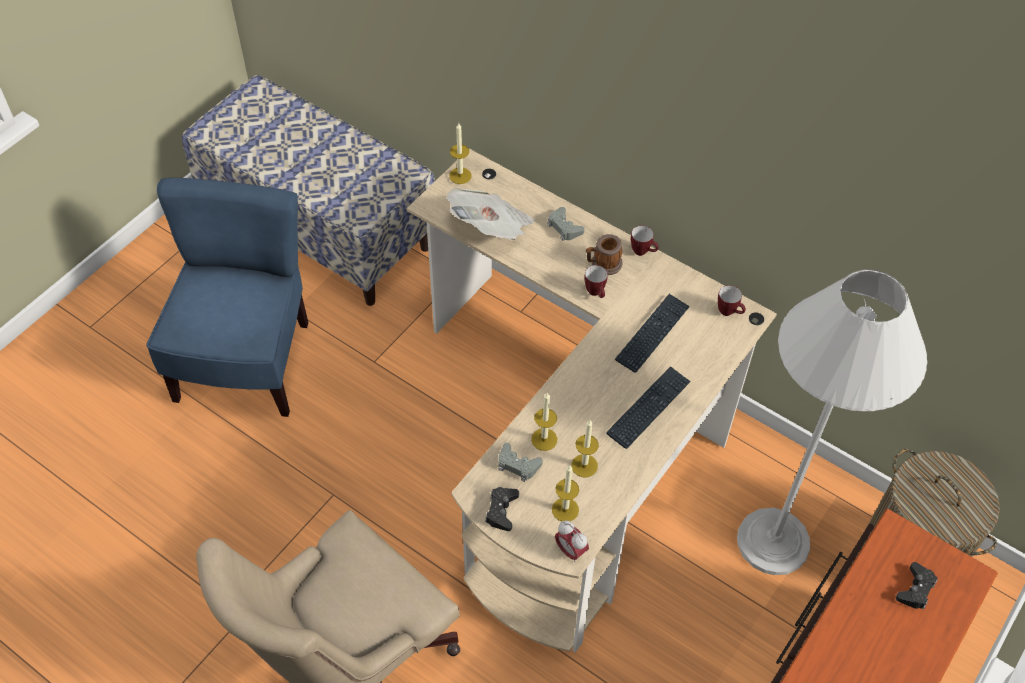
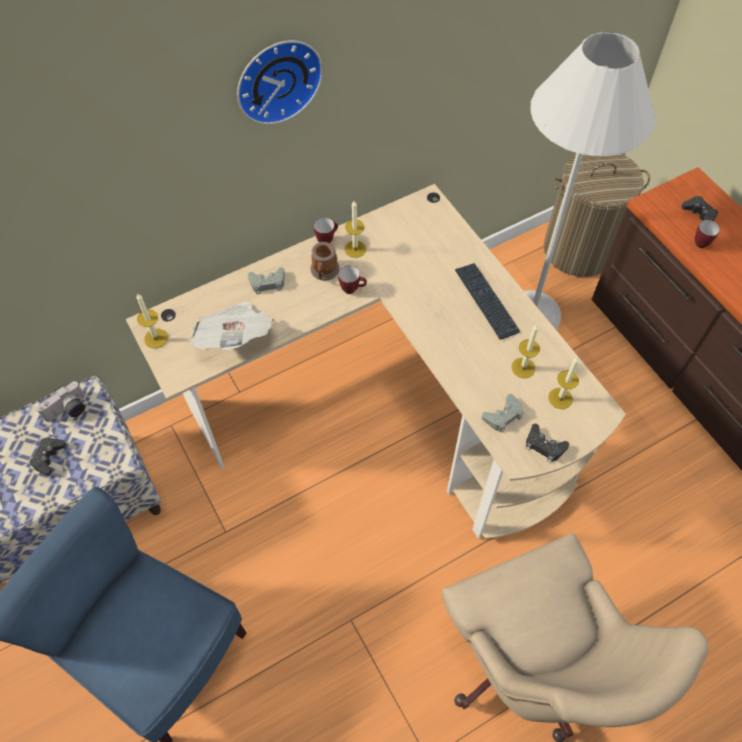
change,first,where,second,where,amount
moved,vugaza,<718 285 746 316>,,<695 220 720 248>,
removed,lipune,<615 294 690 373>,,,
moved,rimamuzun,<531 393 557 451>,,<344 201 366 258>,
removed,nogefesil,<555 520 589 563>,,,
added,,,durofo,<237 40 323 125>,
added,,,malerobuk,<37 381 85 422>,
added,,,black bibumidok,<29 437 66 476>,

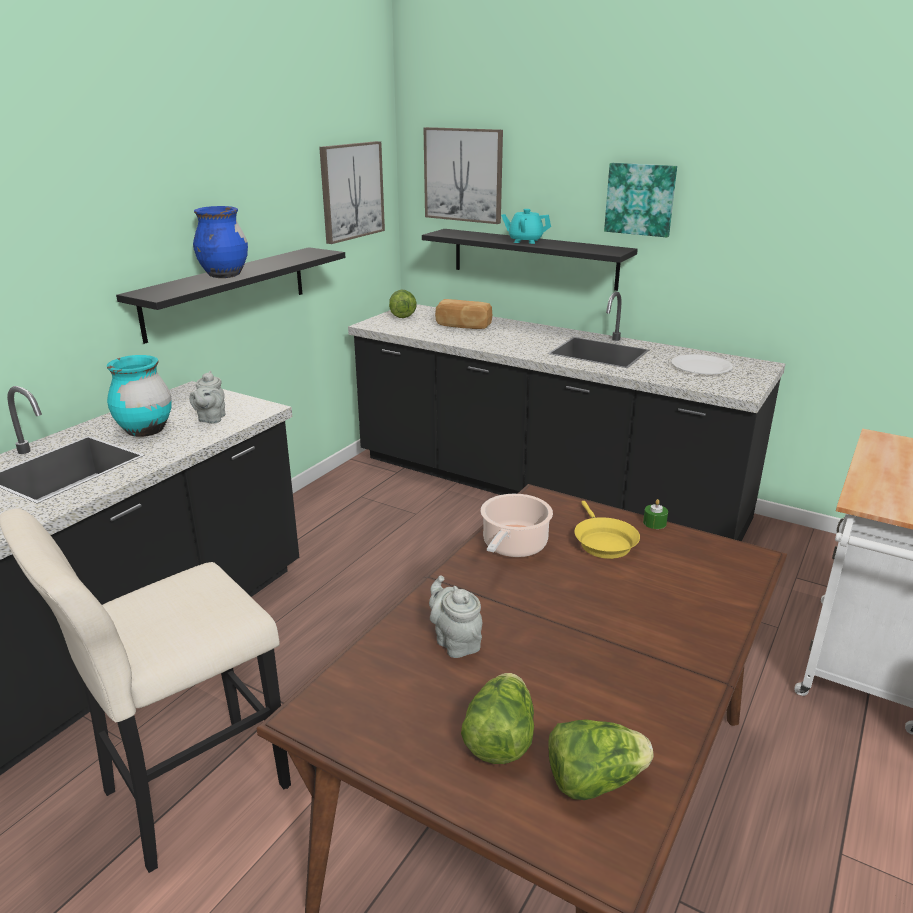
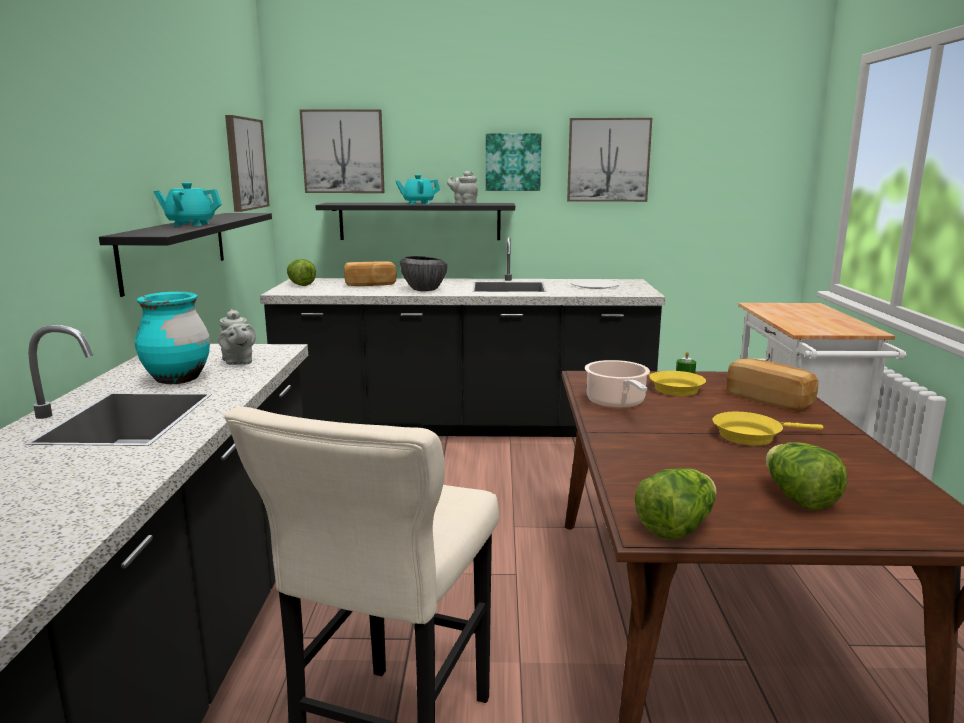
change,first,where,second,where,amount
replaced,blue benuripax,<193 206 248 278>,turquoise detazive,<153 182 222 226>,
moved,grey detazive,<429 575 482 658>,,<447 171 478 204>,
moved,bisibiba,<549 719 653 800>,,<634 468 717 540>,
added,,,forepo,<567 118 652 202>,
added,,,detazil,<400 256 447 291>,
added,,,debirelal,<727 359 818 412>,
added,,,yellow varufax,<713 412 823 446>,

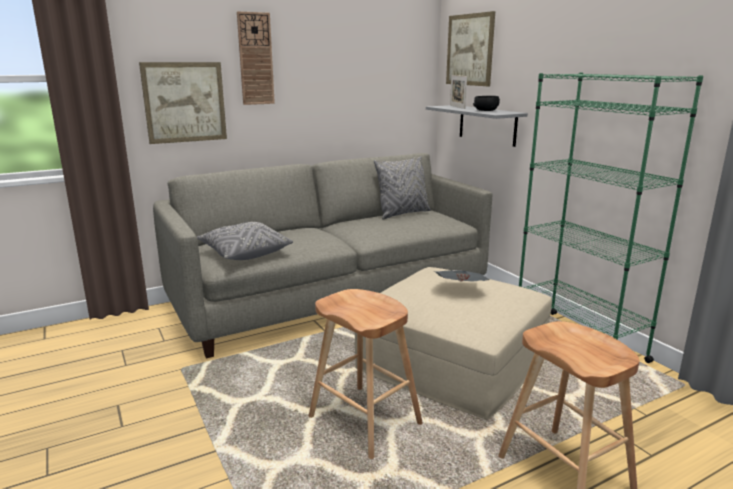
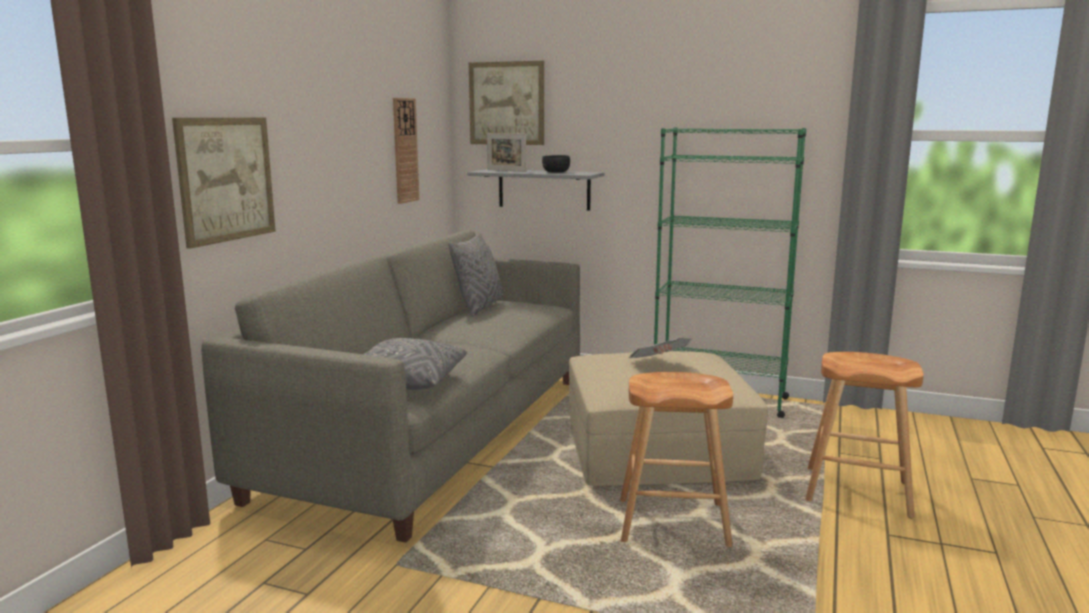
change,first,where,second,where,amount
moved,durofo,<237 11 275 105>,,<393 98 419 204>,

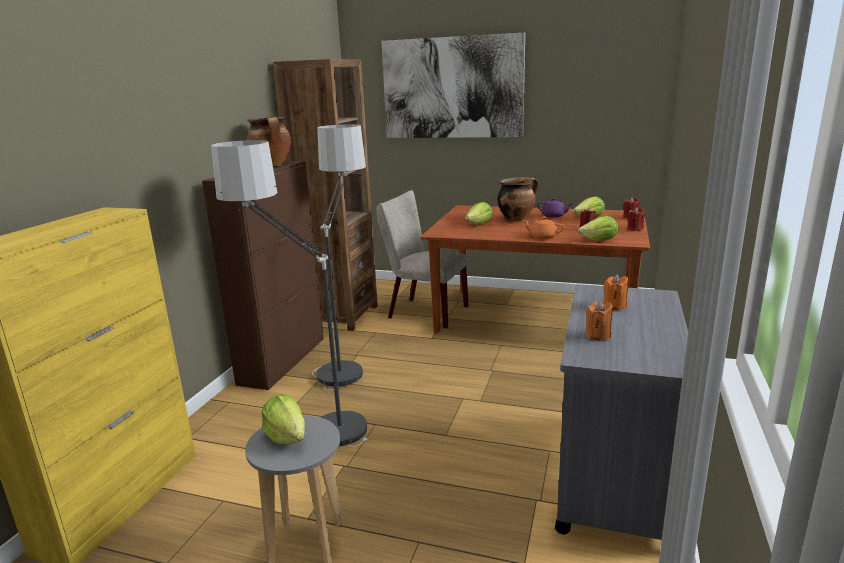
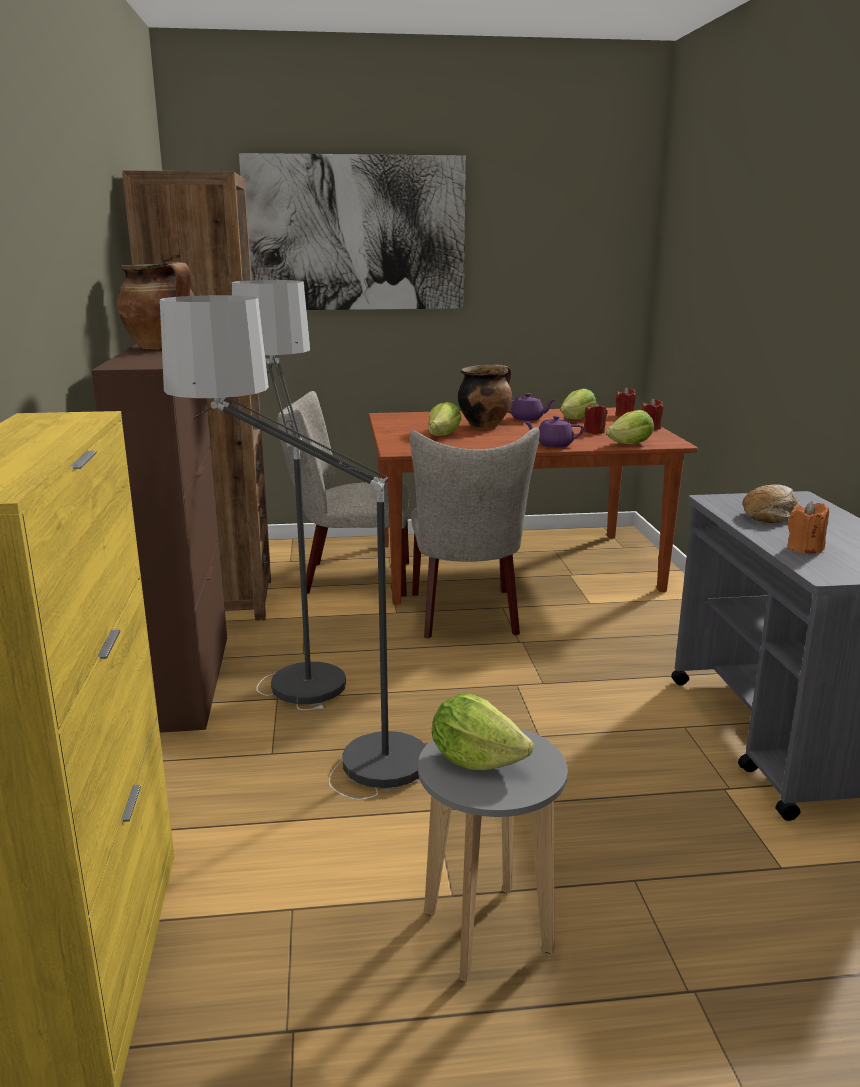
change,first,where,second,where,amount
recoloured,orange detazive,<523 217 564 239>,purple detazive,<524 416 584 448>,
replaced,orange rimamuzun,<603 274 628 310>,debirelal,<742 484 800 523>,
added,,,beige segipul,<410 427 540 639>,

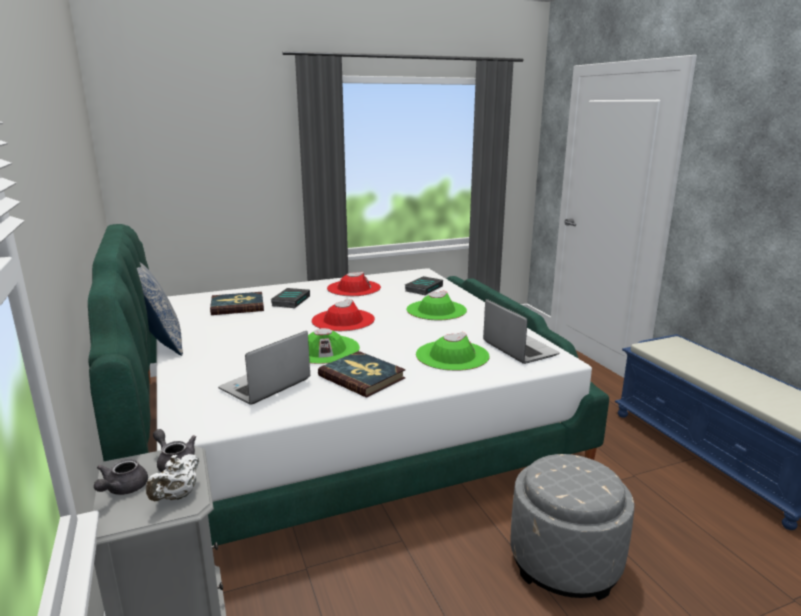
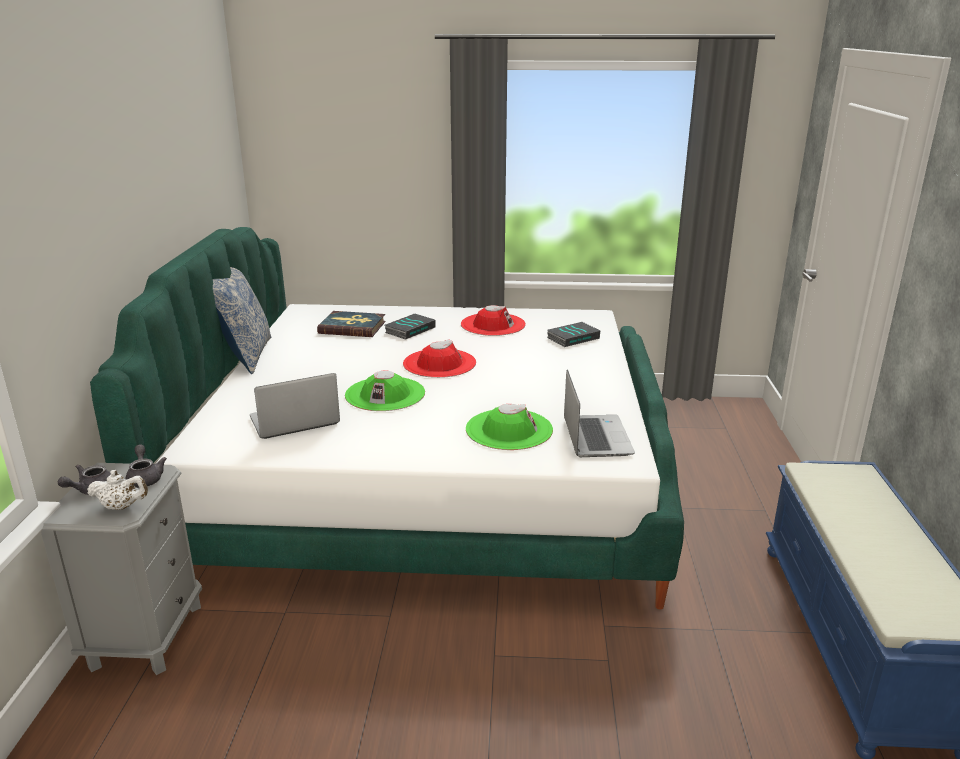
change,first,where,second,where,amount
removed,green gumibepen,<406 291 467 320>,,,
removed,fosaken,<318 351 405 397>,,,
turned,white detazive,<146 454 199 501>,,<87 470 148 510>,135 degrees counterclockwise
removed,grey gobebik,<510 454 634 600>,,,

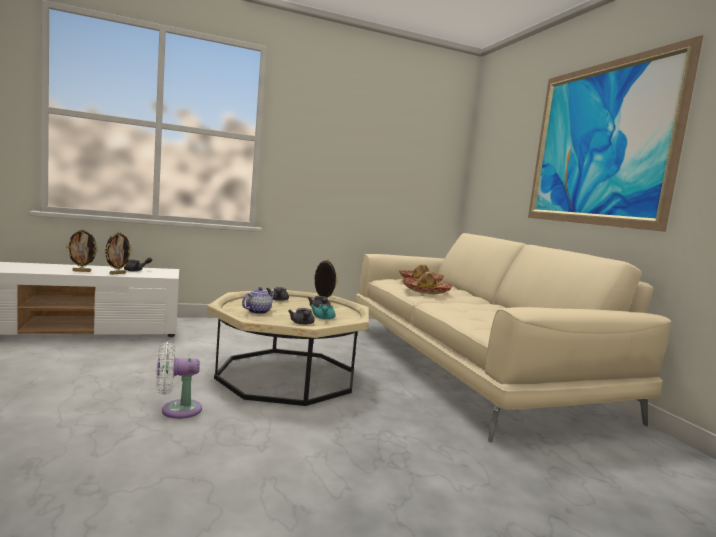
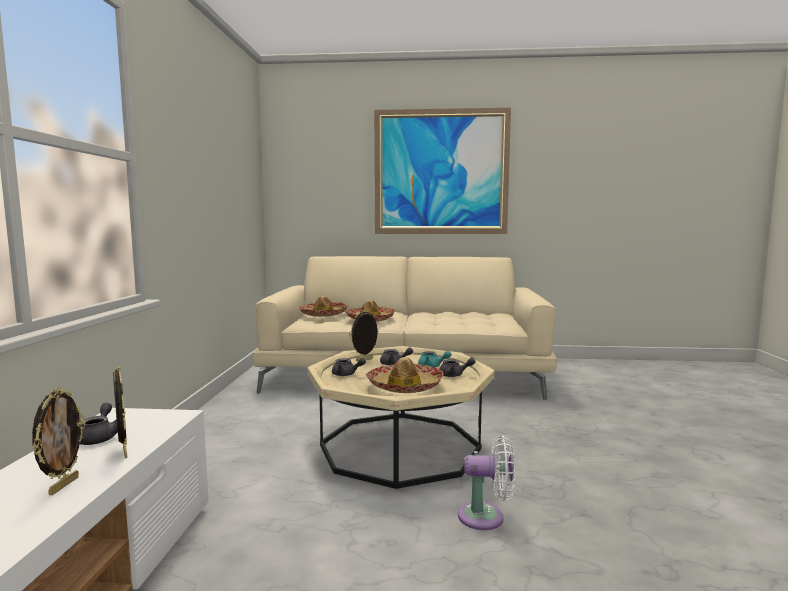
change,first,where,second,where,amount
replaced,detazive,<242 287 275 314>,gumibepen,<366 357 444 393>,
turned,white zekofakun,<156 341 202 419>,,<458 435 515 530>,90 degrees counterclockwise

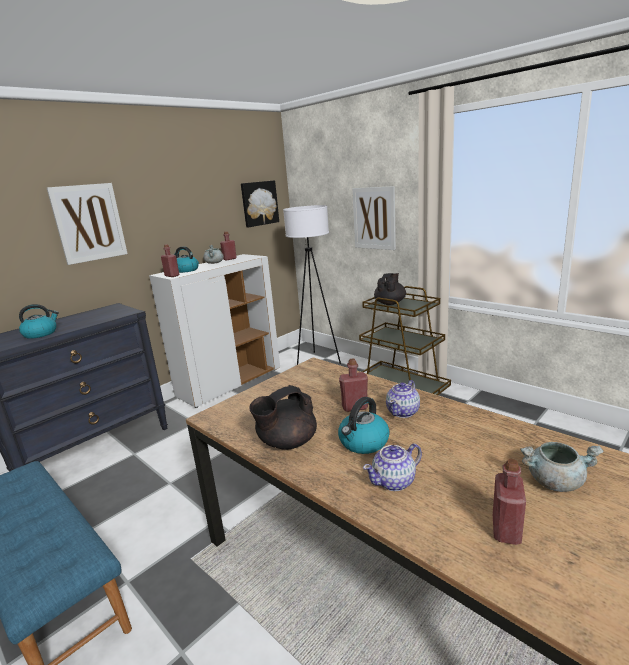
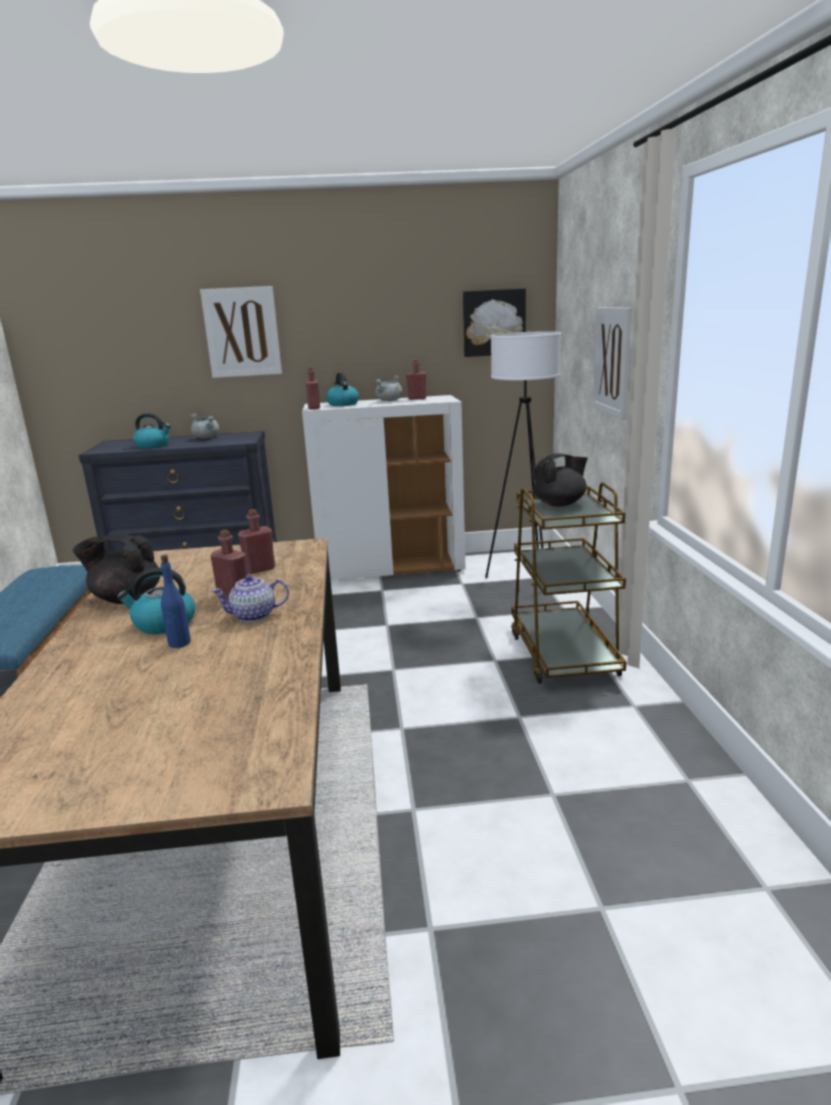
change,first,where,second,where,amount
moved,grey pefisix,<520 442 604 492>,,<190 413 219 438>,
removed,detazive,<363 444 422 491>,,,
moved,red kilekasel,<493 459 526 545>,,<238 509 275 574>,
added,,,blue kilekasel,<161 555 191 648>,

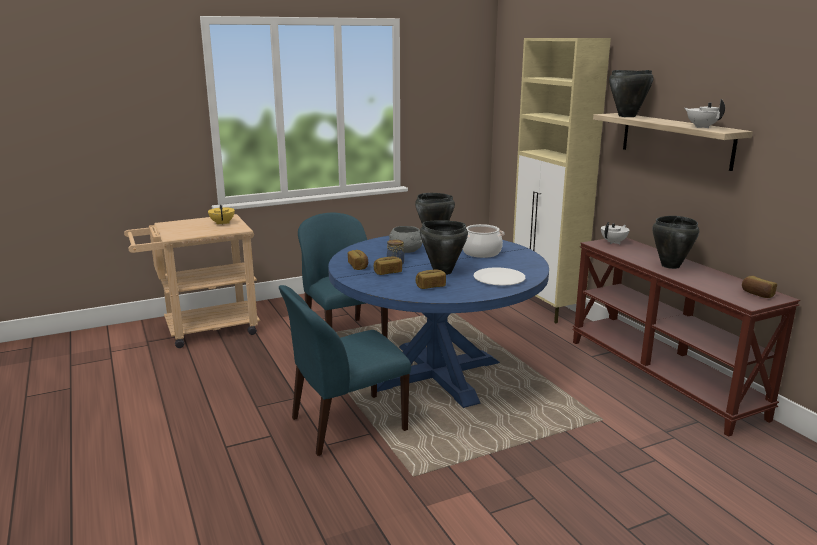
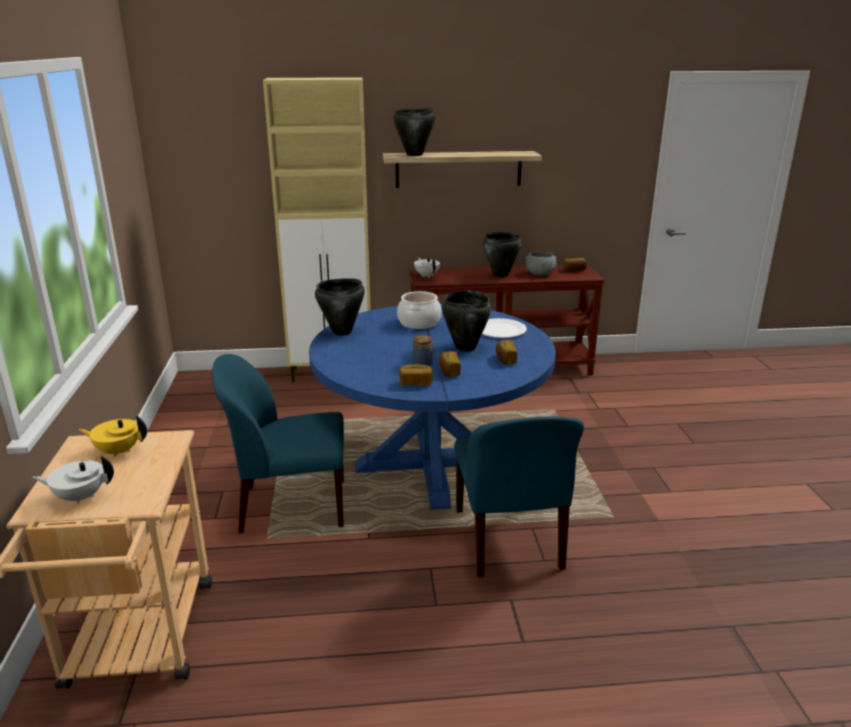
change,first,where,second,where,amount
moved,white detazive,<685 99 725 128>,,<32 456 114 504>,
moved,grey detazil,<389 226 423 253>,,<526 251 557 276>,

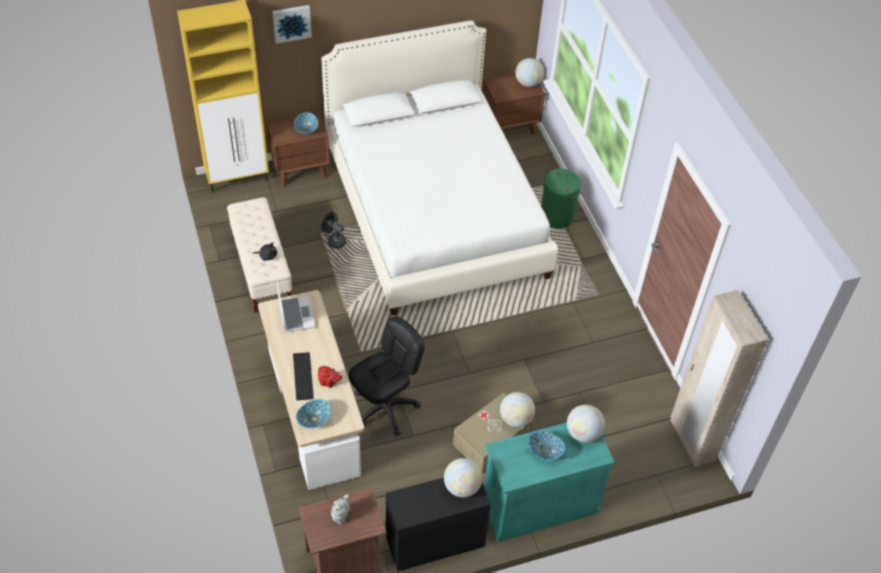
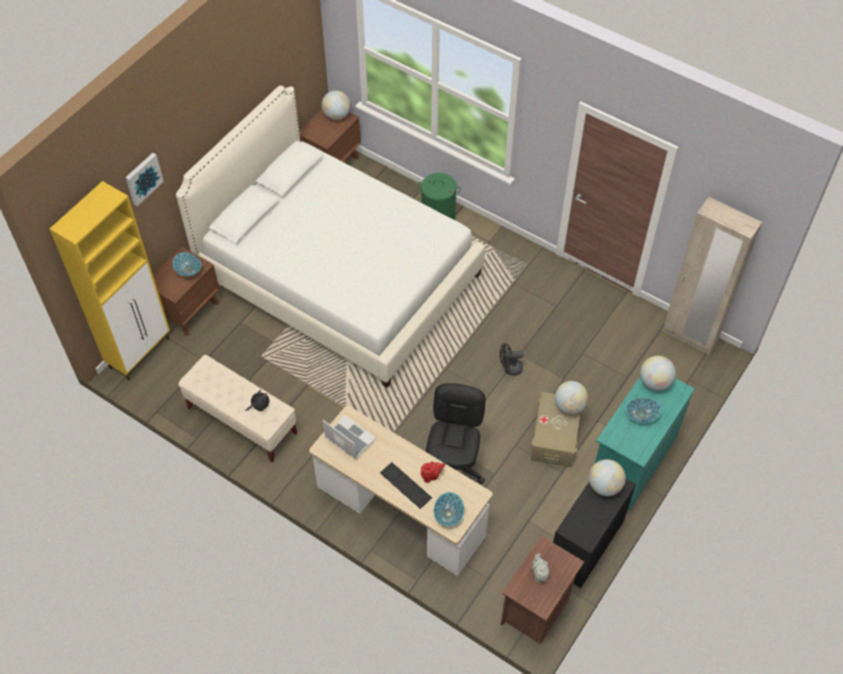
change,first,where,second,where,amount
moved,black zekofakun,<321 212 346 249>,,<500 343 524 376>,

